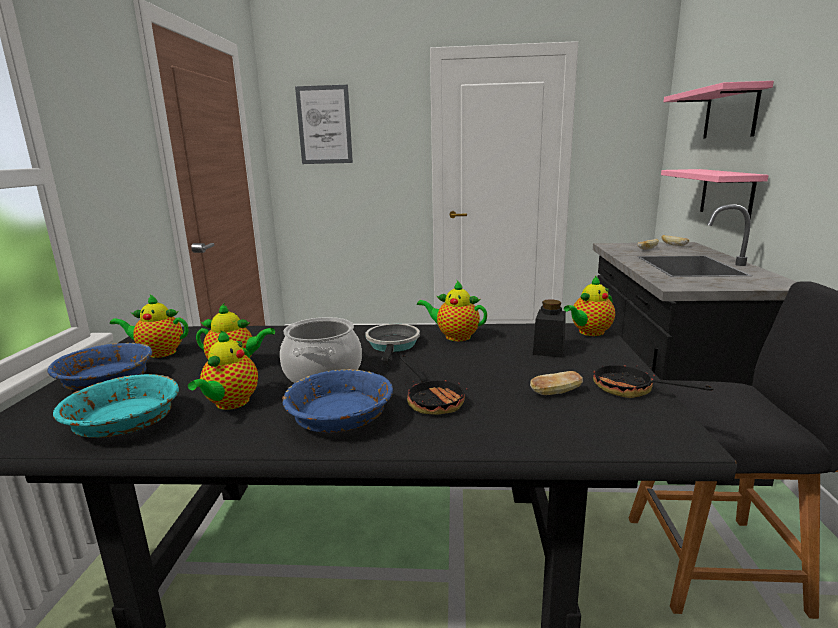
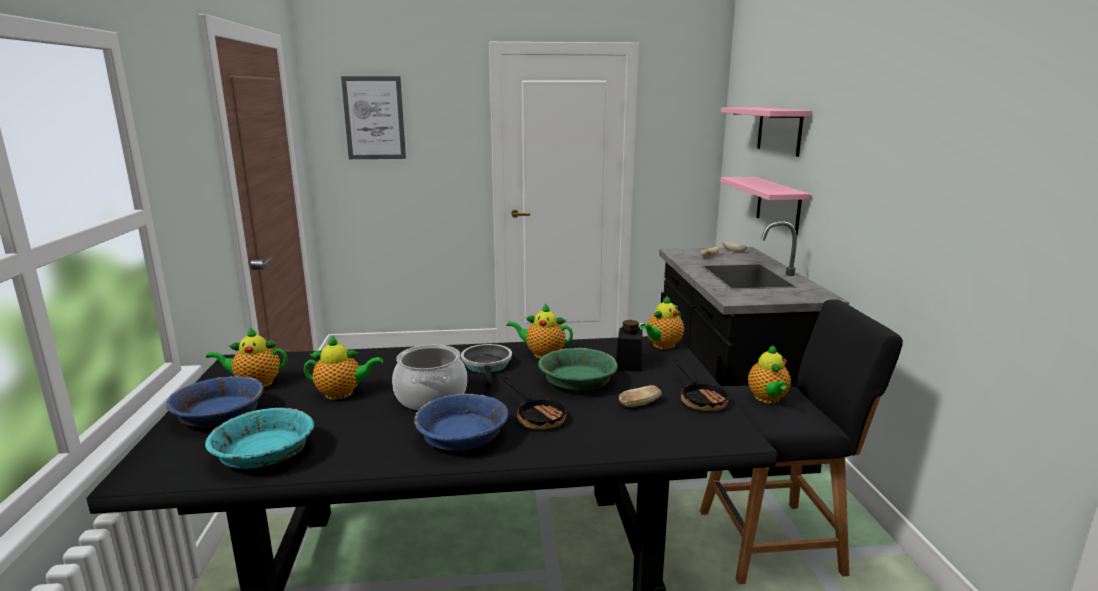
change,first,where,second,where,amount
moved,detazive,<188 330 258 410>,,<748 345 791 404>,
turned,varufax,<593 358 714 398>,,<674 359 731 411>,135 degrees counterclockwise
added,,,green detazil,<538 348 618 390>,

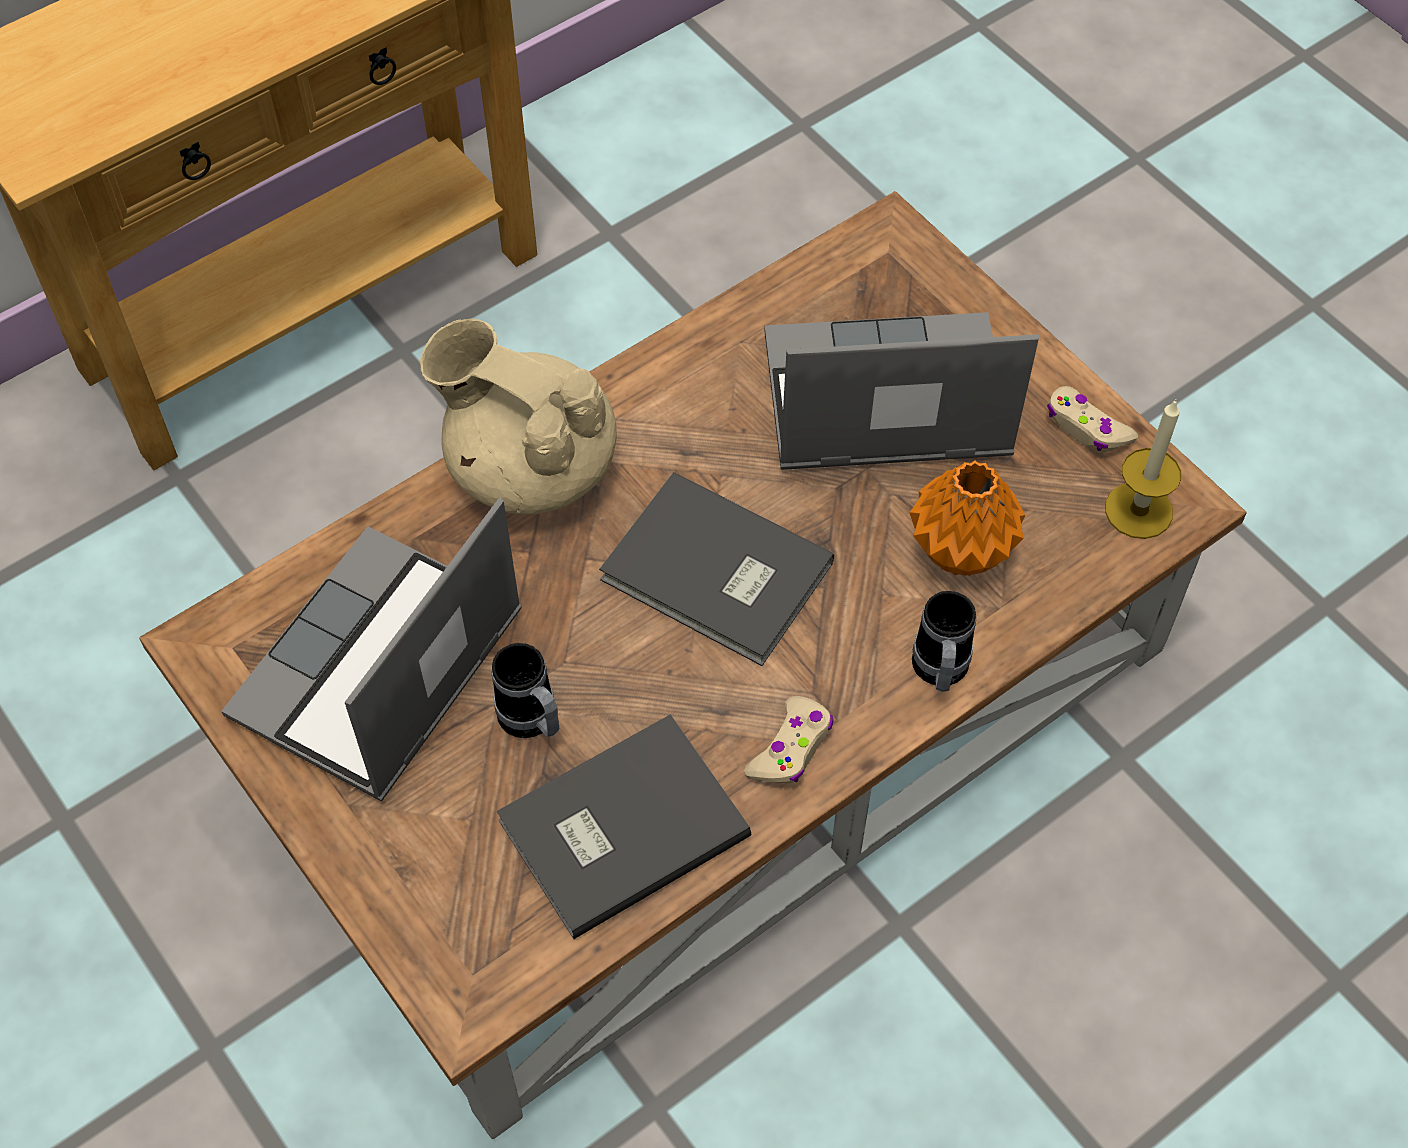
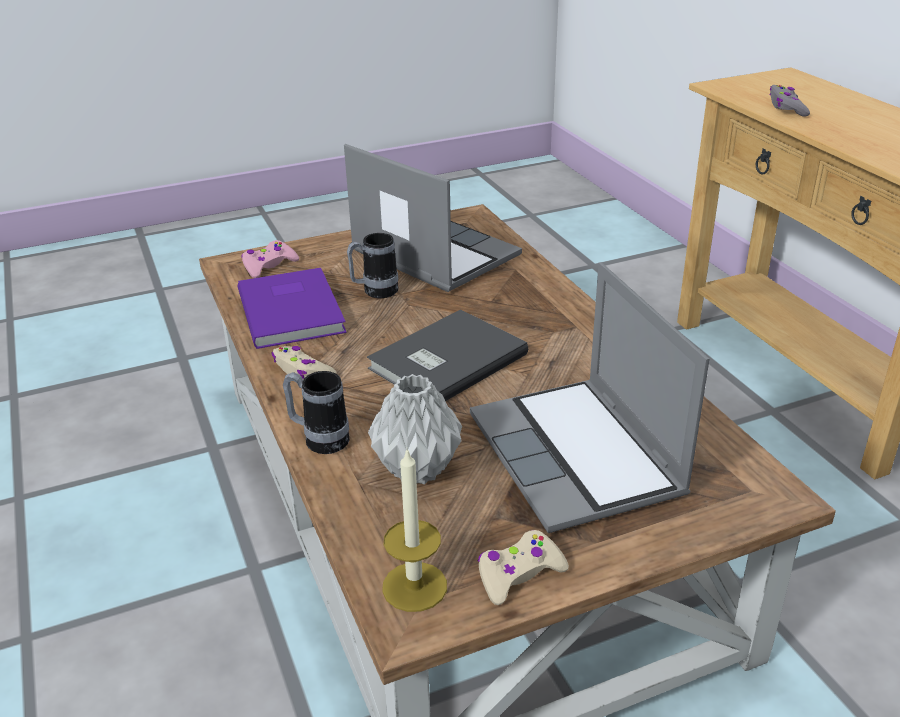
change,first,where,second,where,amount
turned,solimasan,<764 312 1039 470>,,<470 262 710 533>,150 degrees clockwise
removed,beige detazive,<420 319 617 515>,,,
recoloured,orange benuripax,<910 461 1025 576>,grey benuripax,<368 374 462 485>,
recoloured,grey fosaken,<497 714 751 939>,purple fosaken,<238 268 347 349>,
added,,,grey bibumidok,<770 85 810 117>,
added,,,pink bibumidok,<241 240 299 278>,

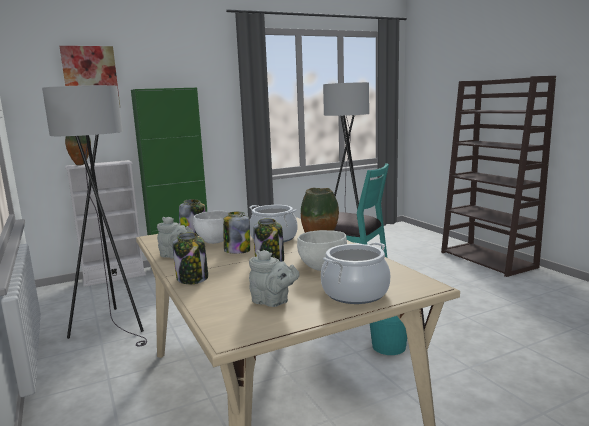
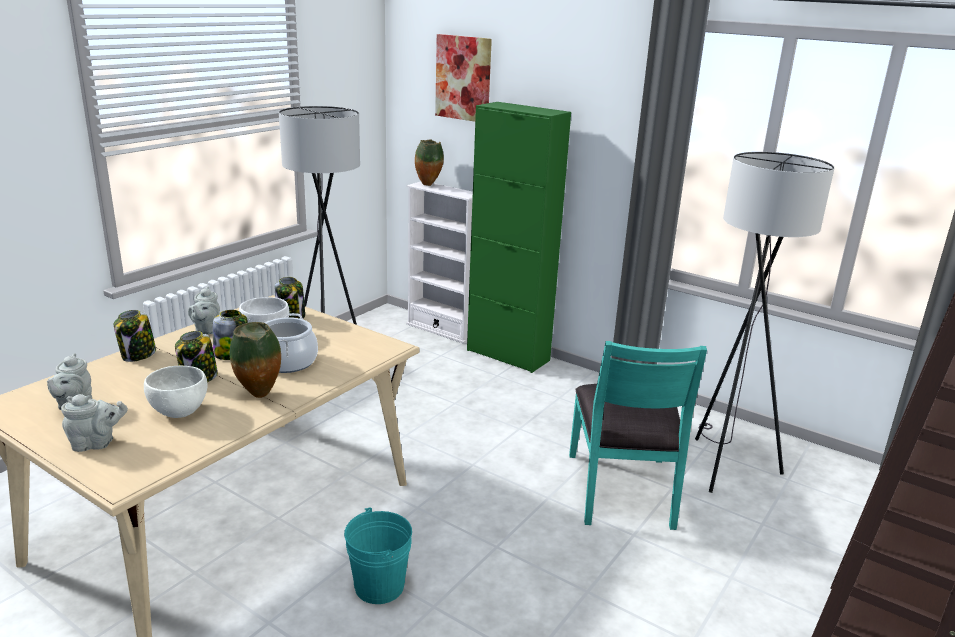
change,first,where,second,where,amount
replaced,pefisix,<321 242 390 304>,grey detazive,<61 394 128 452>,

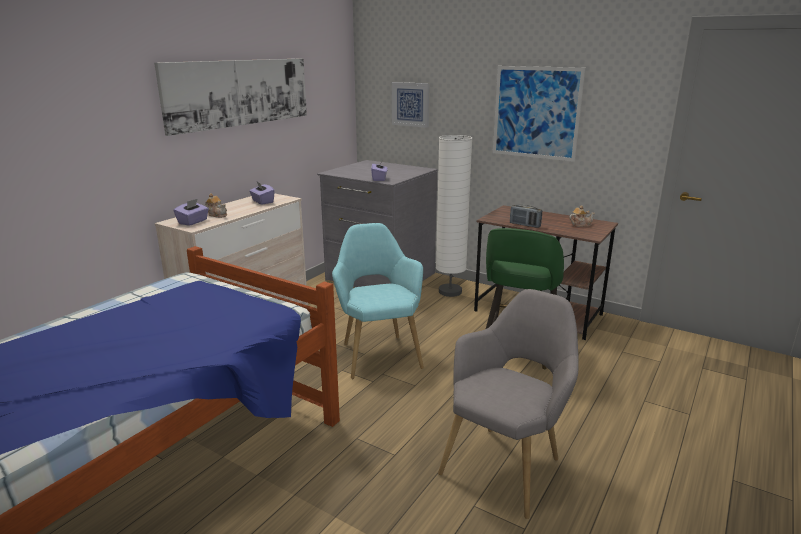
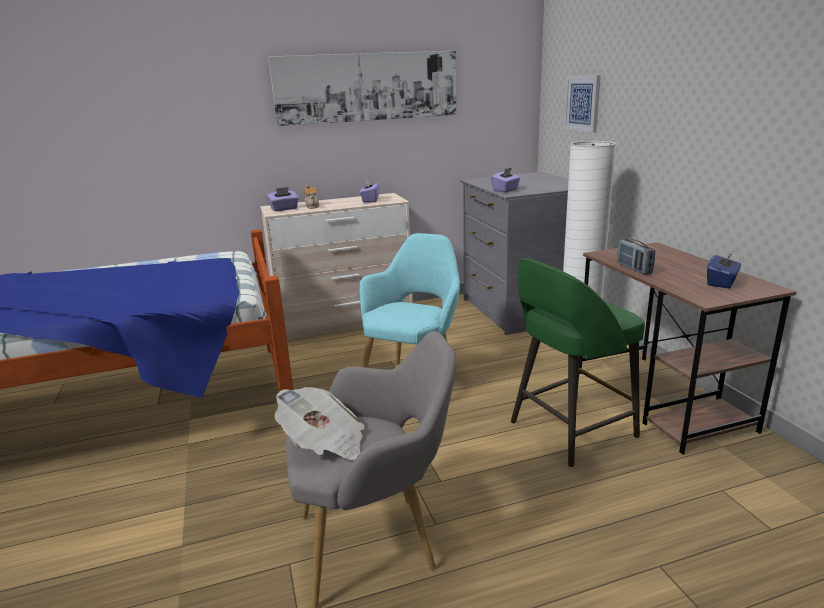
change,first,where,second,where,amount
removed,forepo,<493 66 586 162>,,,
replaced,detazive,<569 205 595 227>,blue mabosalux,<707 252 741 288>,
added,,,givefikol,<274 387 364 460>,

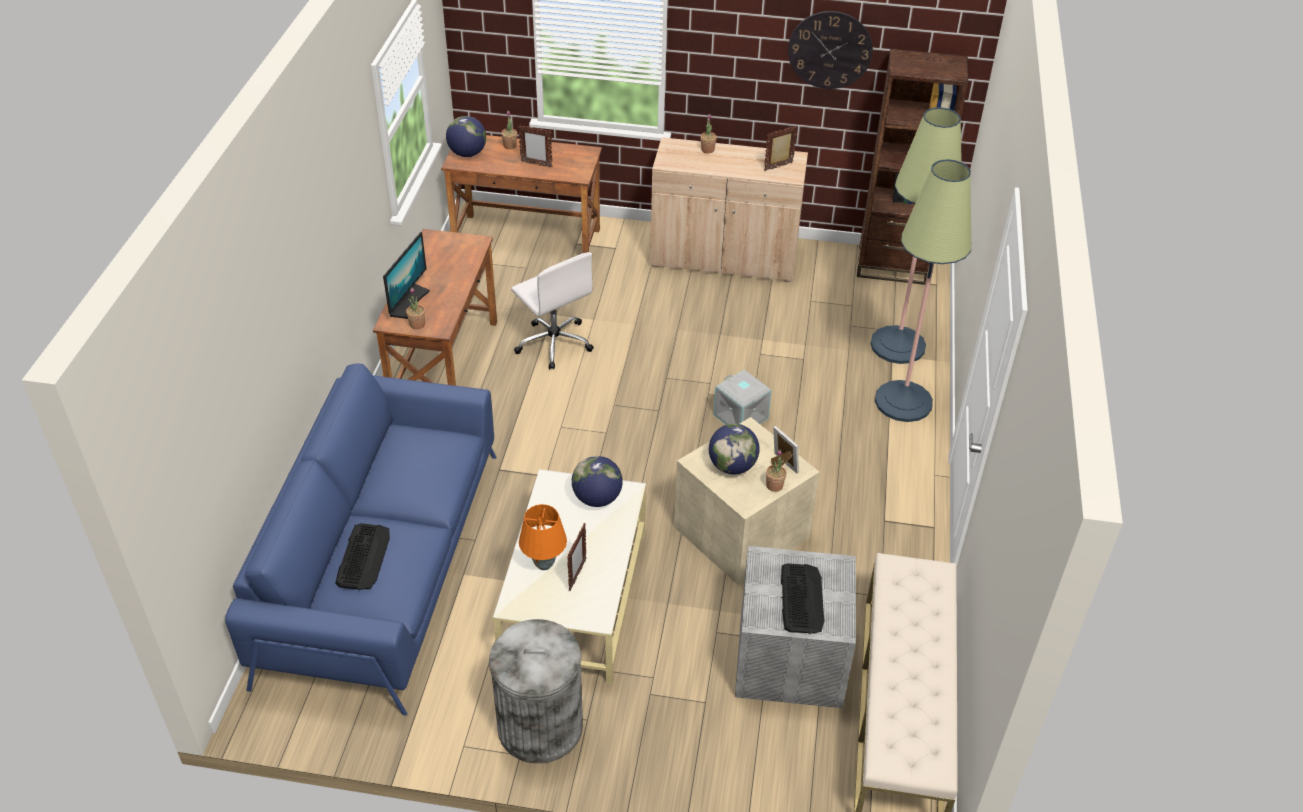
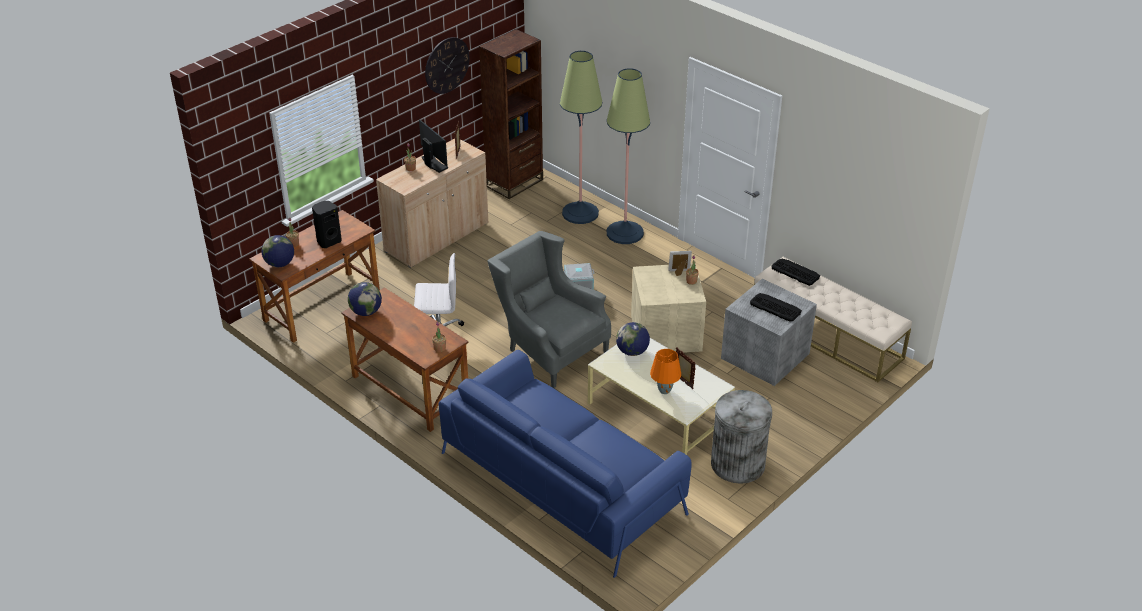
change,first,where,second,where,amount
replaced,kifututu,<518 125 552 168>,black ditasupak,<312 201 342 248>,
moved,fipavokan,<383 232 430 319>,,<419 119 448 173>,
moved,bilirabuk,<709 424 760 475>,,<348 282 382 316>,
moved,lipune,<335 523 390 590>,,<771 259 820 286>,
added,,,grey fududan,<488 231 611 388>,

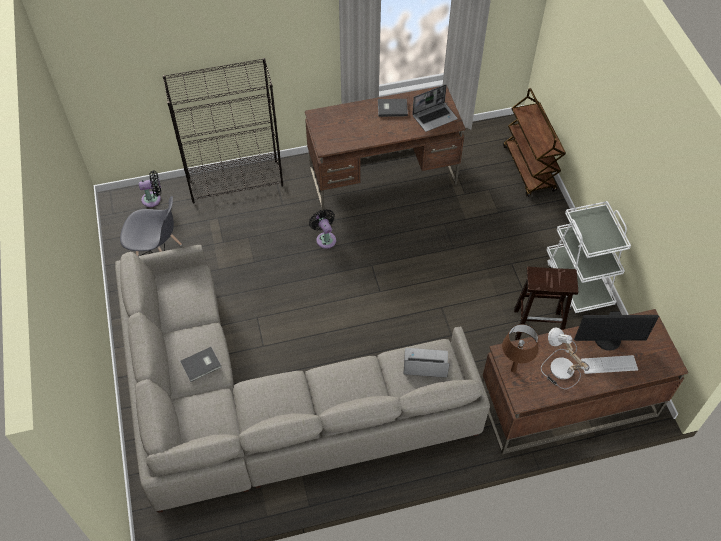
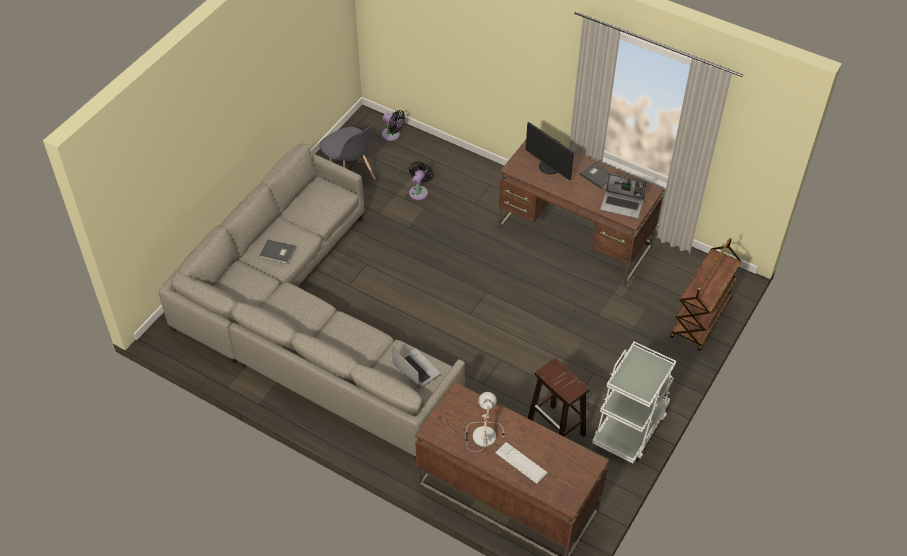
change,first,where,second,where,amount
removed,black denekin,<163 58 283 204>,,,
moved,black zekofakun,<309 209 336 249>,,<409 161 434 200>,
moved,fipavokan,<574 312 659 351>,,<526 122 574 180>,
removed,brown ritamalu,<502 324 538 372>,,,

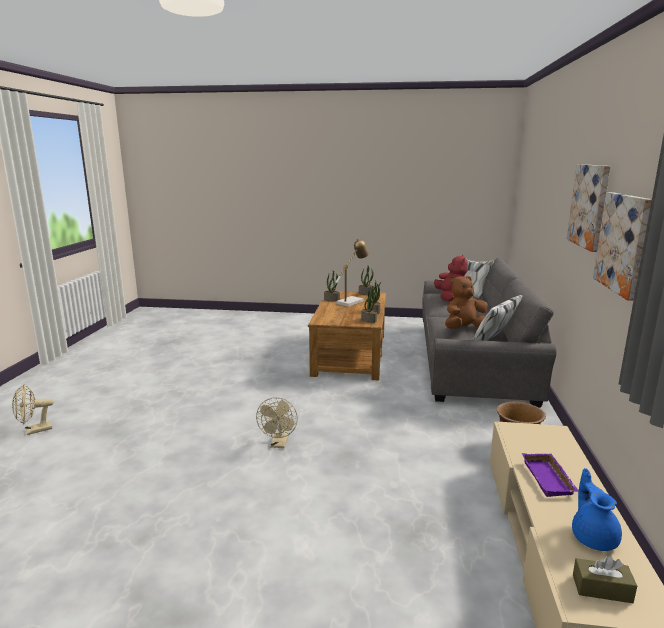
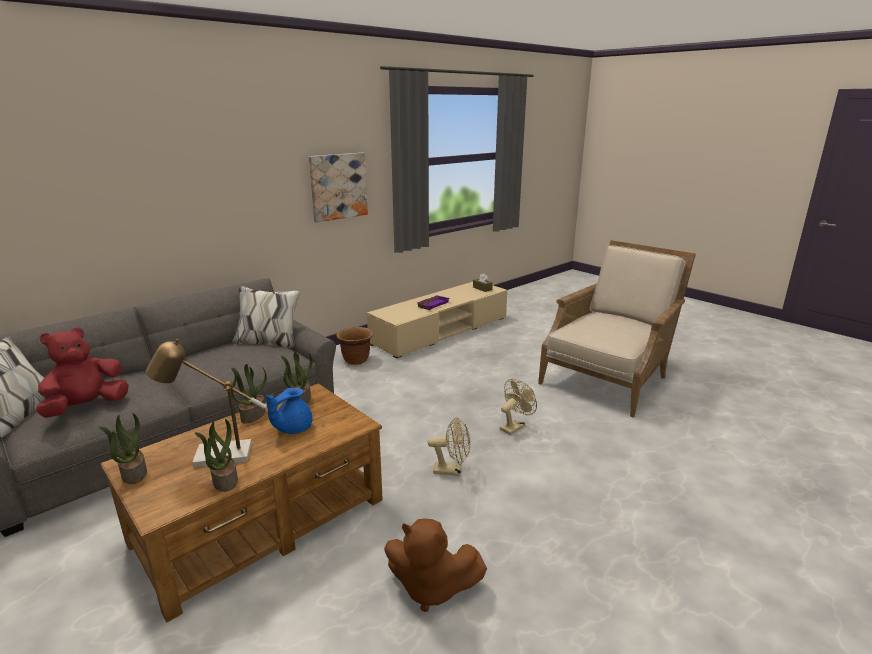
change,first,where,second,where,amount
removed,forepo,<567 164 610 252>,,,
moved,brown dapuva,<445 276 488 328>,,<384 518 487 612>,
moved,beige zekofakun,<12 384 54 435>,,<428 417 470 476>,
moved,blue detazive,<572 468 622 551>,,<266 387 312 434>,
added,,,beige fududan,<538 240 696 418>,

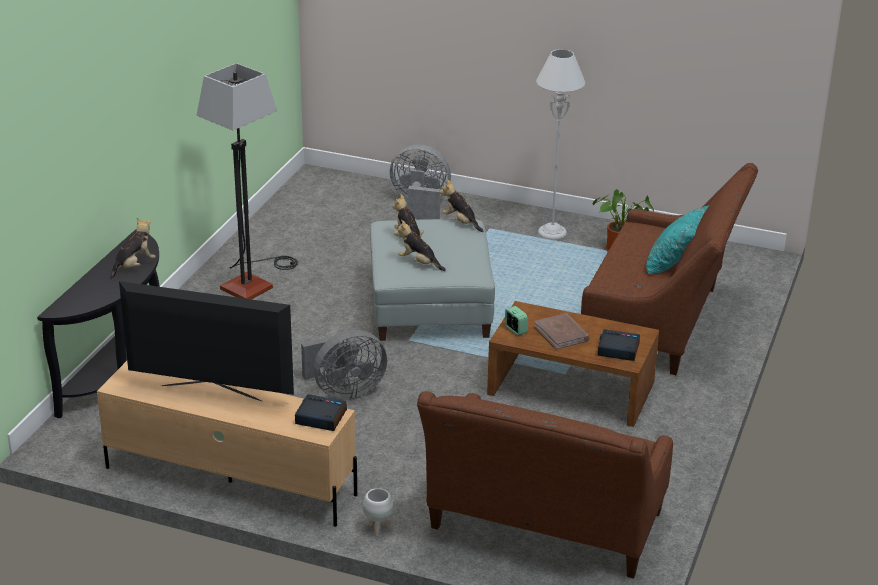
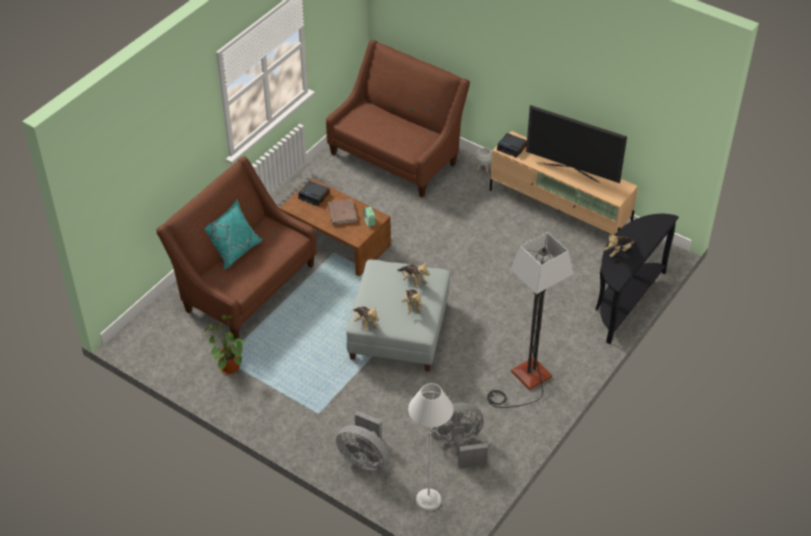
change,first,where,second,where,amount
moved,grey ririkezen,<536 49 585 240>,,<408 383 454 511>,
moved,grey zekofakun,<301 330 387 400>,,<428 403 488 469>,

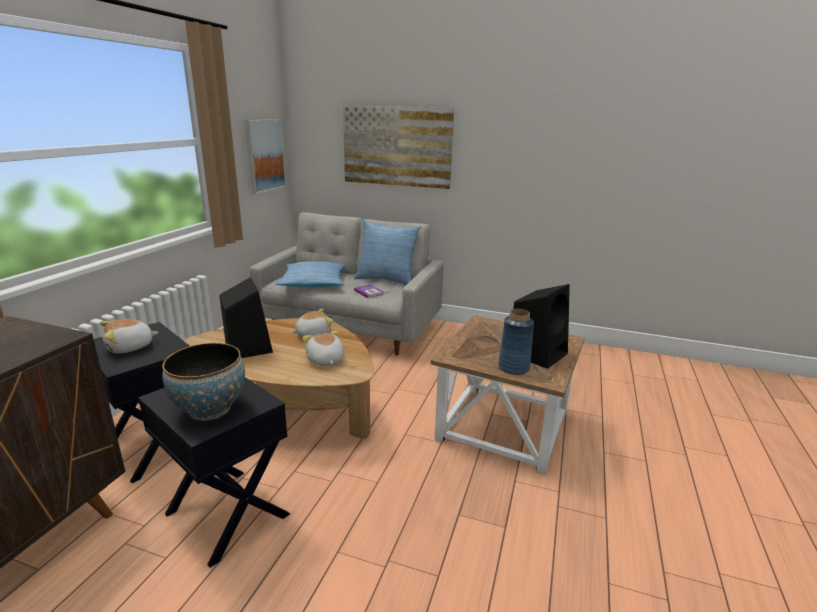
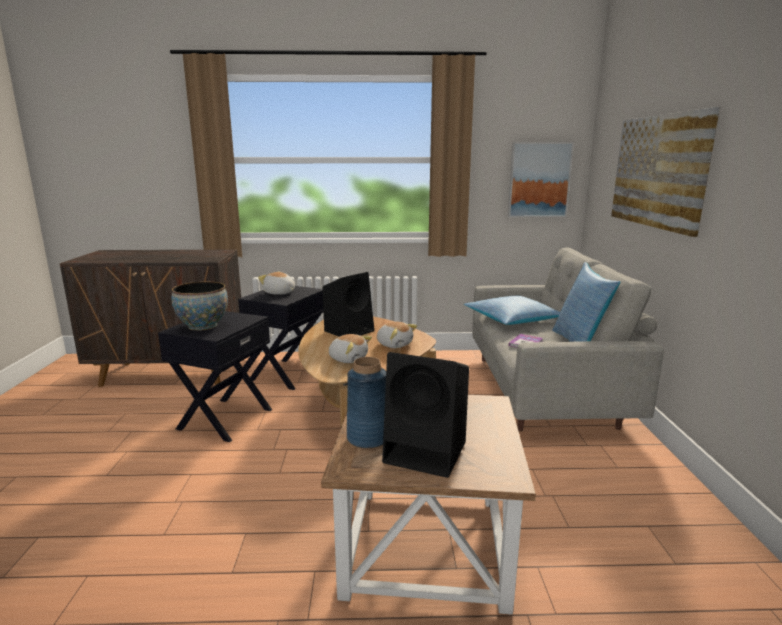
change,first,where,second,where,amount
turned,dapuva,<303 331 344 366>,,<329 334 372 363>,75 degrees clockwise

